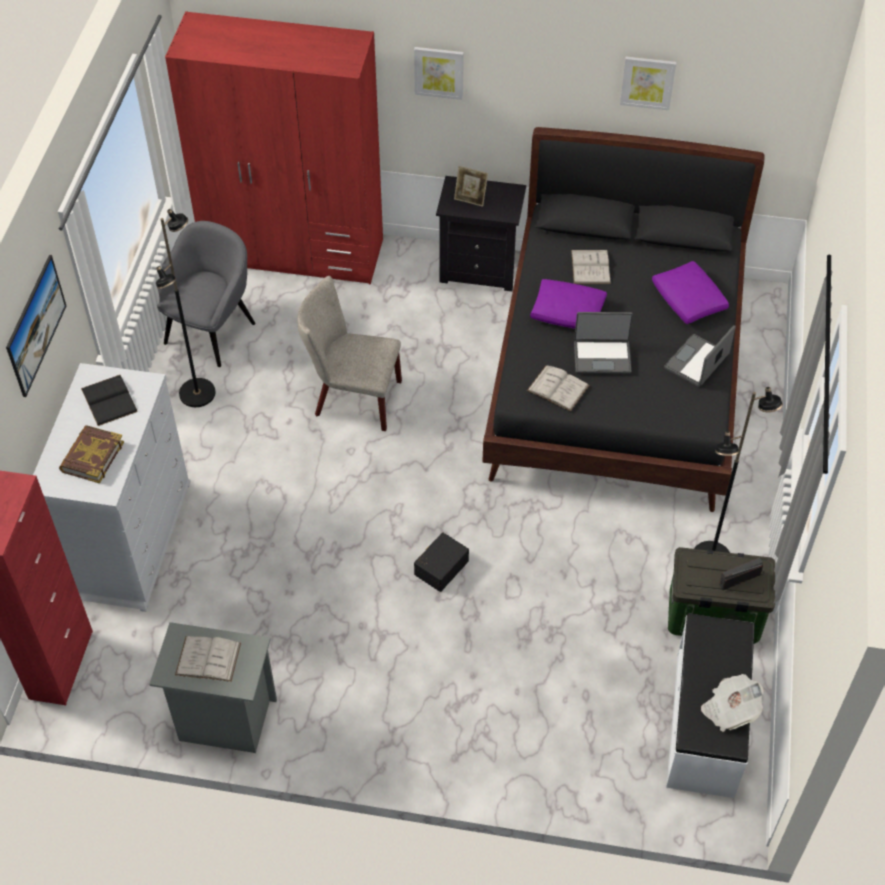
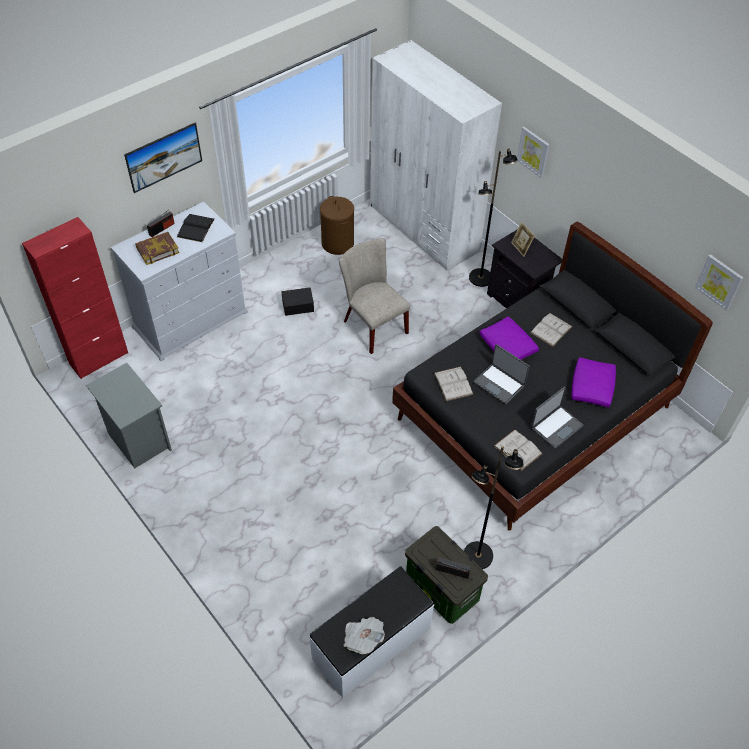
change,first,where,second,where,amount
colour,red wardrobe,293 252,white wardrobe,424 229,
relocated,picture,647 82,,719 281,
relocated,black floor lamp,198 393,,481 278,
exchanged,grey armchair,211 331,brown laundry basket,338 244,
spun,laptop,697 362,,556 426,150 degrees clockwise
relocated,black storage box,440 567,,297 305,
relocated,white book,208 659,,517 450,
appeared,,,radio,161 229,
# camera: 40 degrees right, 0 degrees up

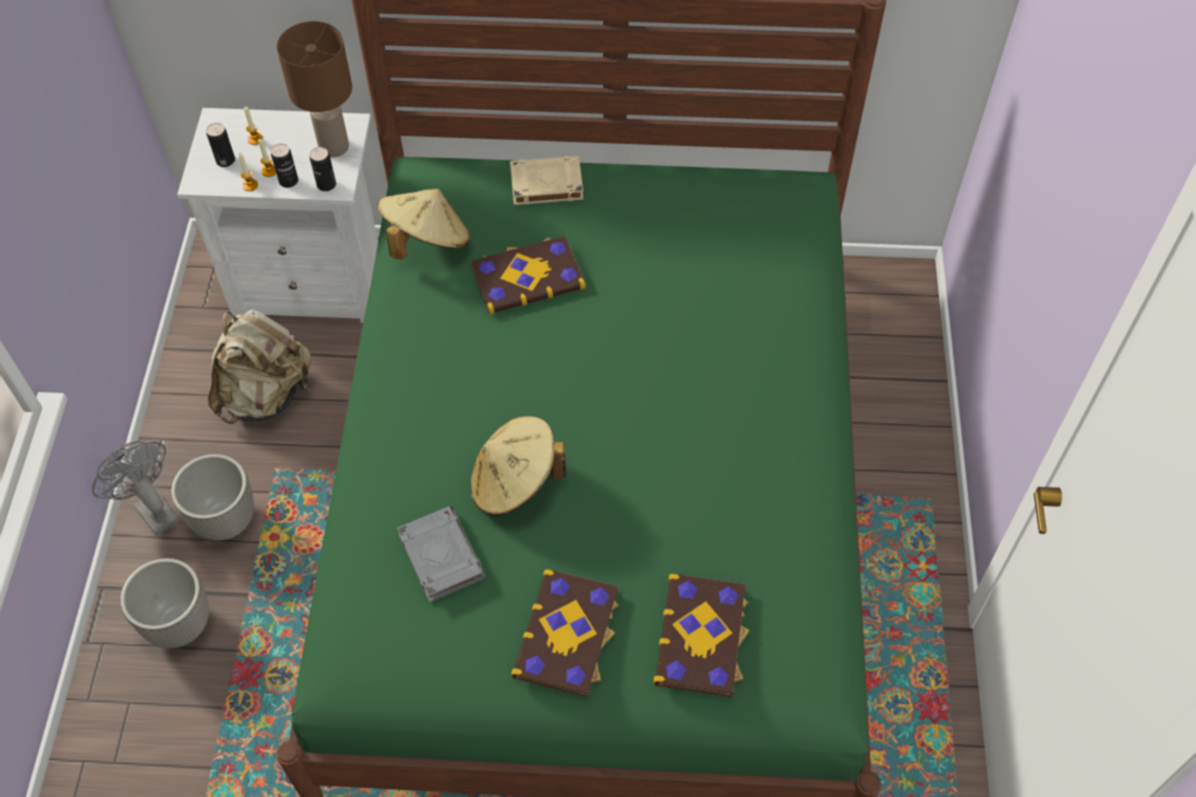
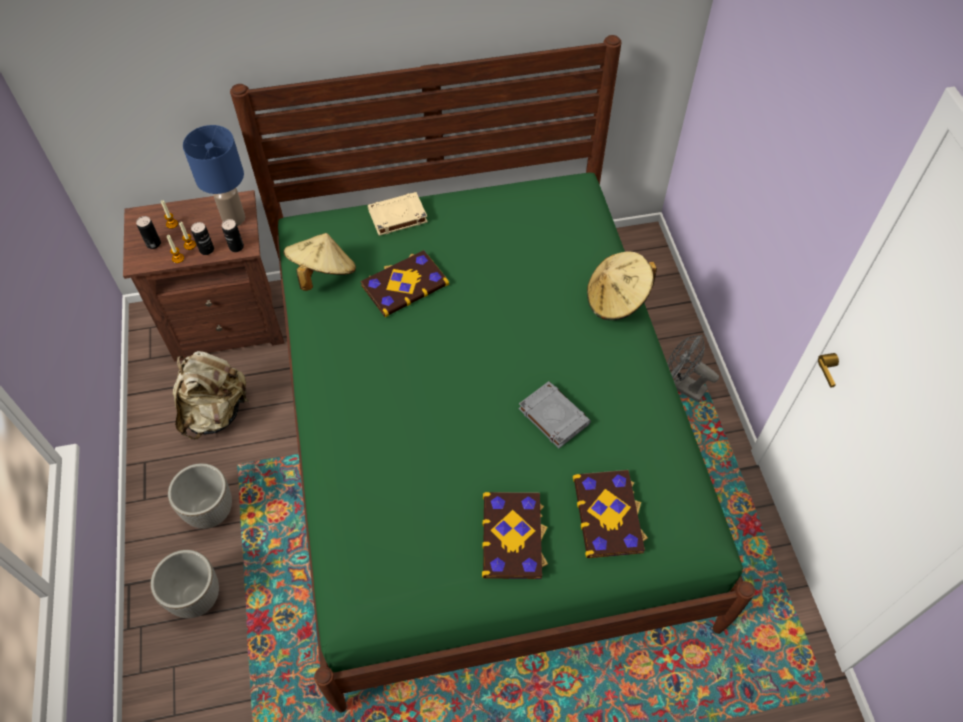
change,first,where,second,where,amount
colour,brown table lamp,334 147,blue table lamp,234 219,
colour,white nightstand,314 281,brown nightstand,229 323,
relocated,beige hat,515 483,,617 300,
relocated,grey fan,151 508,,682 386,
relocated,grey book,440 556,,553 416,
# camera: 15 degrees left, 0 degrees up

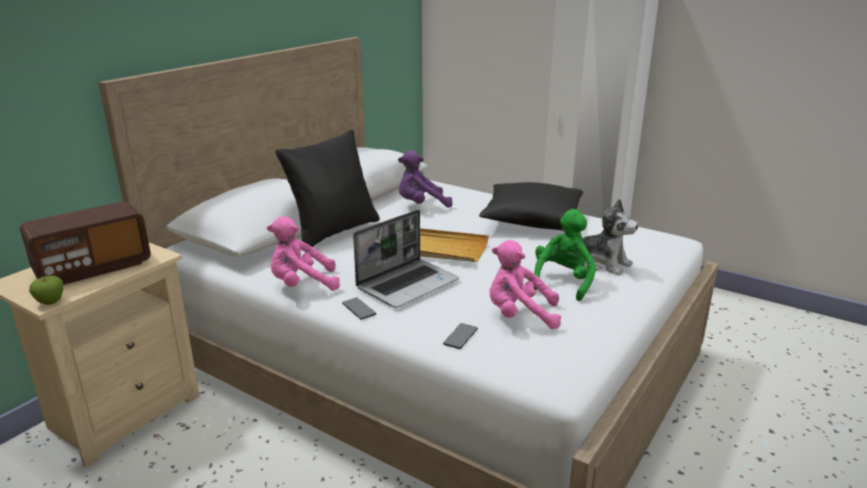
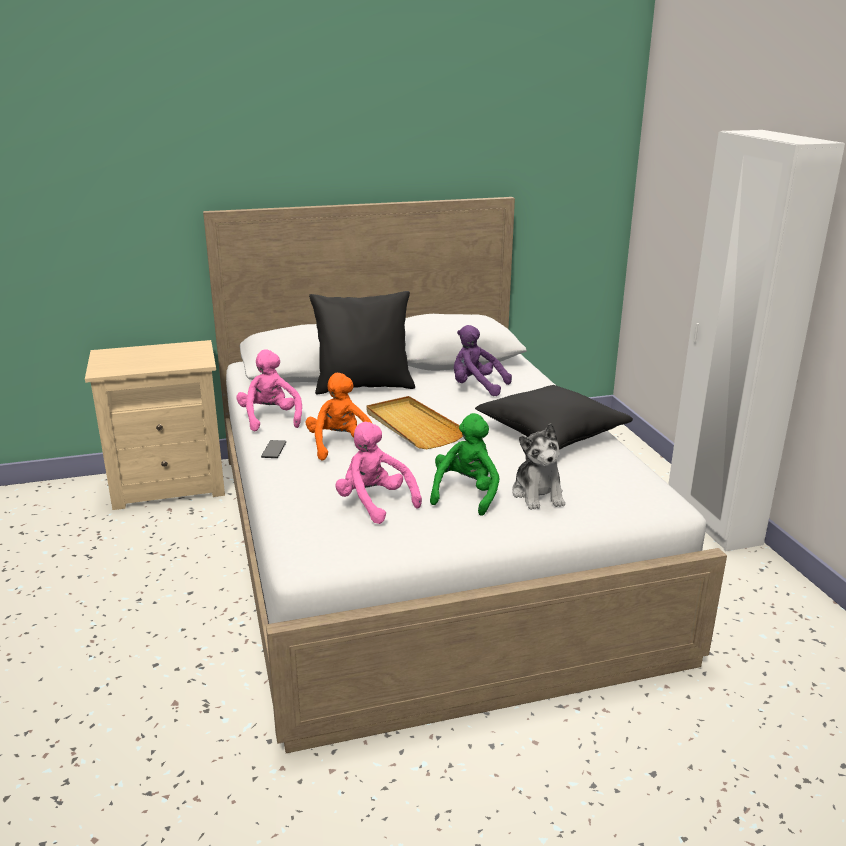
change,first,where,second,where,amount
missing,radio,93 268,,,
spun,green plush toy,563 282,,466 494,45 degrees counterclockwise
exchanged,laptop,408 284,orange plush toy,340 446,
spun,pink plush toy,302 285,,270 418,45 degrees clockwise
missing,apple,50 302,,,
missing,phone,460 337,,,
# camera: 40 degrees right, 0 degrees up

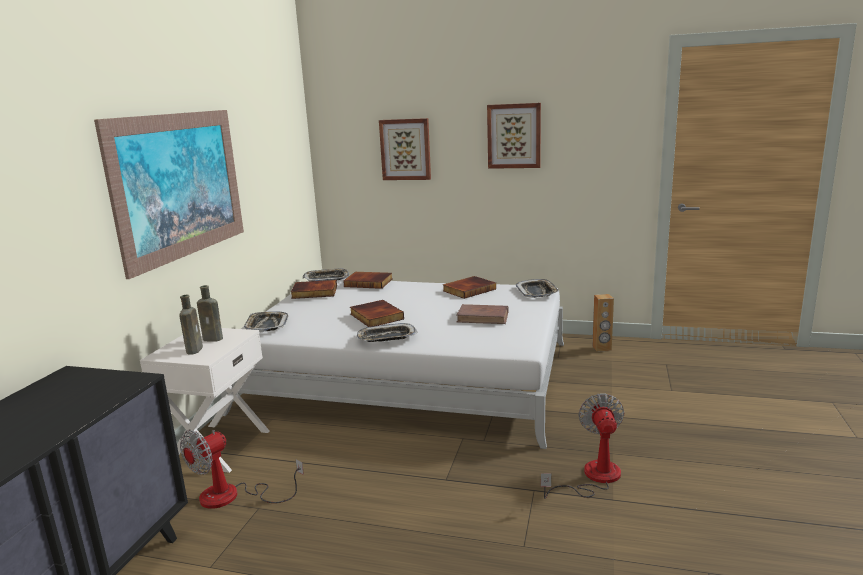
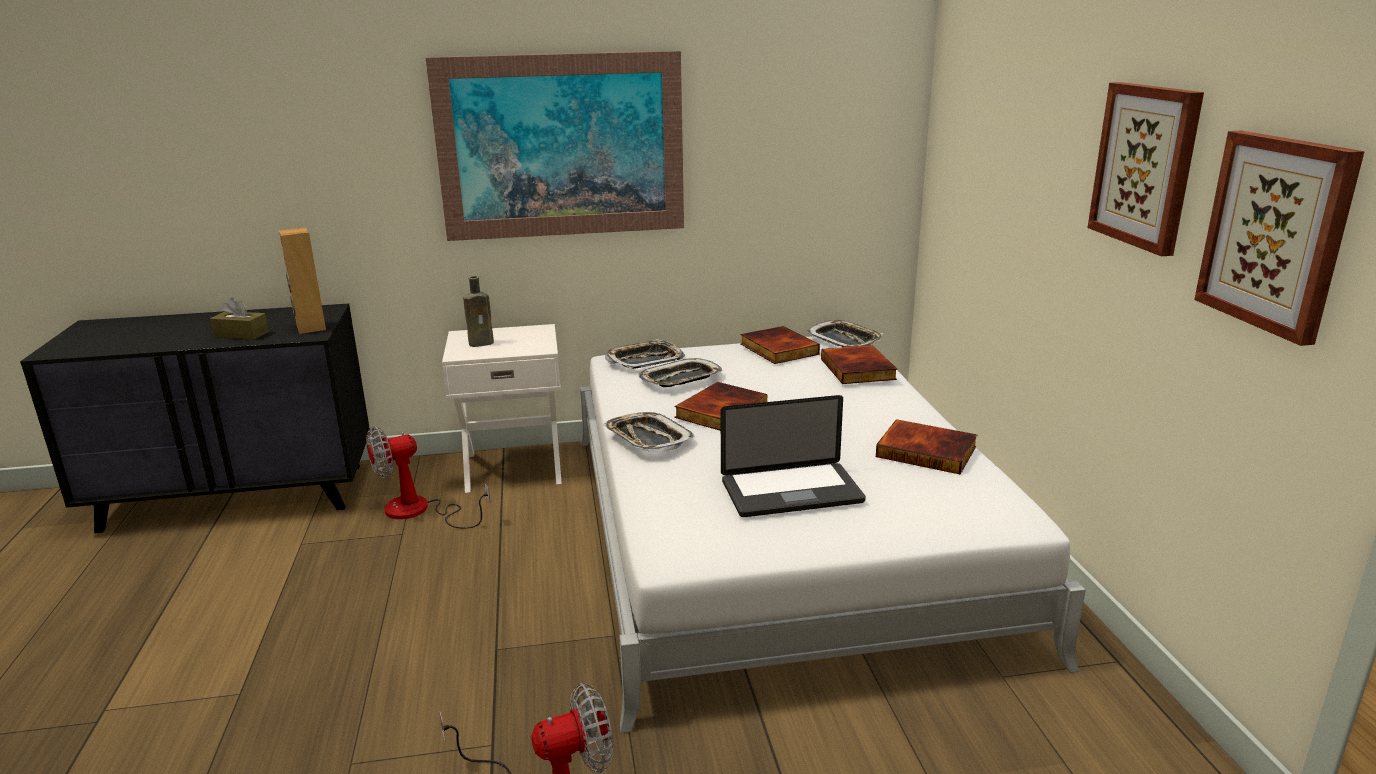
change,first,where,second,where,amount
relocated,picture,405 149,,1276 233,
relocated,tray,537 292,,680 379,
missing,brown bottle,214 339,,,
relocated,brown speaker,602 348,,310 328,
exchanged,brown book,483 317,laptop,791 492,
spun,fan,232 496,,420 511,45 degrees counterclockwise
appeared,,,brown tissue box,241 334,
# camera: 65 degrees right, 5 degrees up

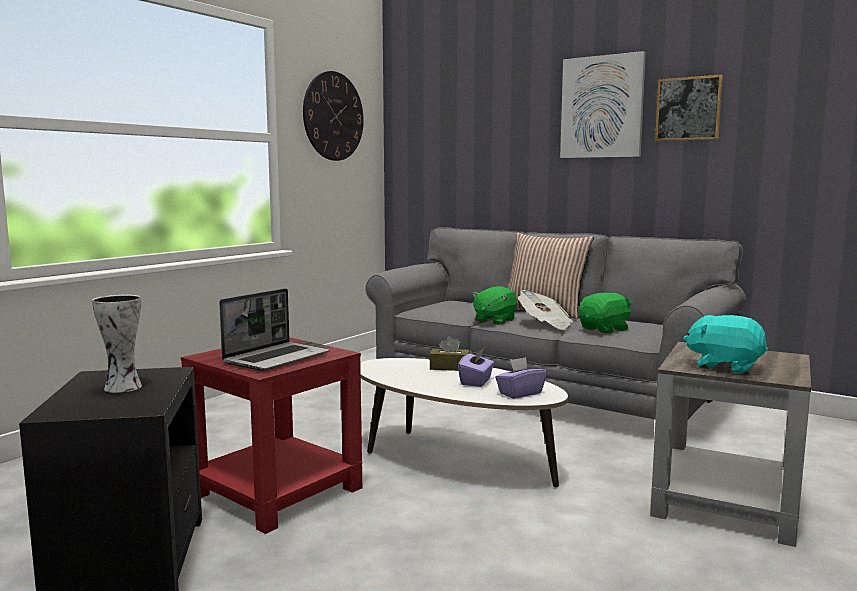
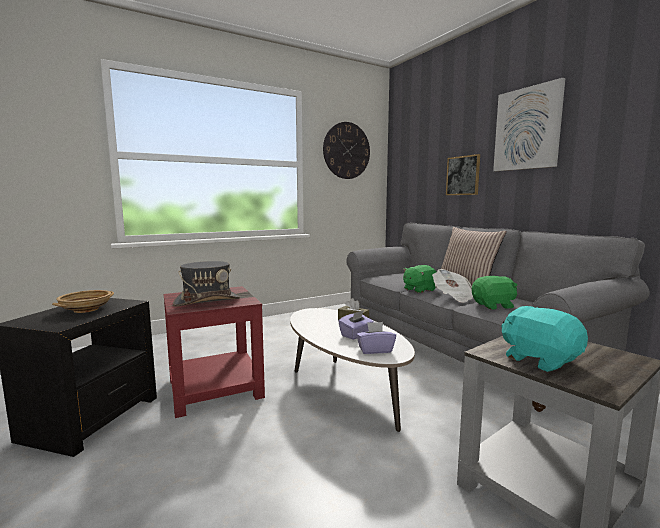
change,first,where,second,where,amount
relocated,picture,688 109,,463 175,
exchanged,laptop,277 358,grey hat,207 301,
exchanged,vase,123 387,beige bowl,85 310,
# camera: 25 degrees right, 0 degrees up

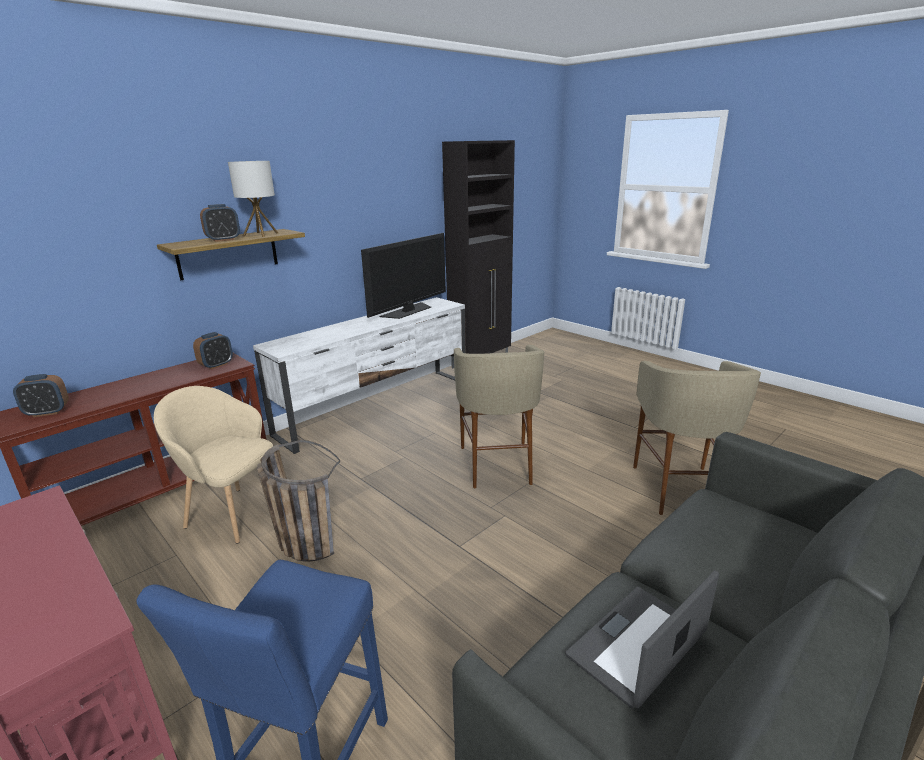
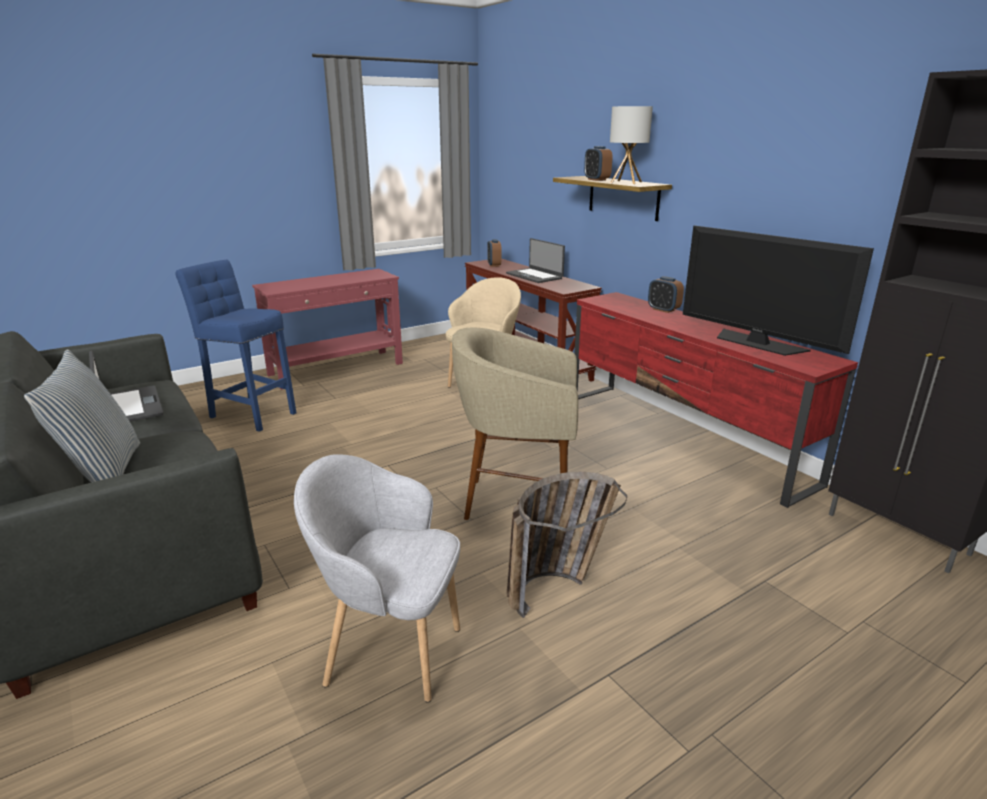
change,first,where,second,where,amount
colour,white tv stand,378 406,red tv stand,682 437,
relocated,alarm clock,216 365,,663 310,
exchanged,beige stool,679 490,grey armchair,390 651,
relocated,basket,299 539,,557 586,
appeared,,,laptop,534 276,
appeared,,,pillow,103 474,
# camera: 100 degrees right, 0 degrees up

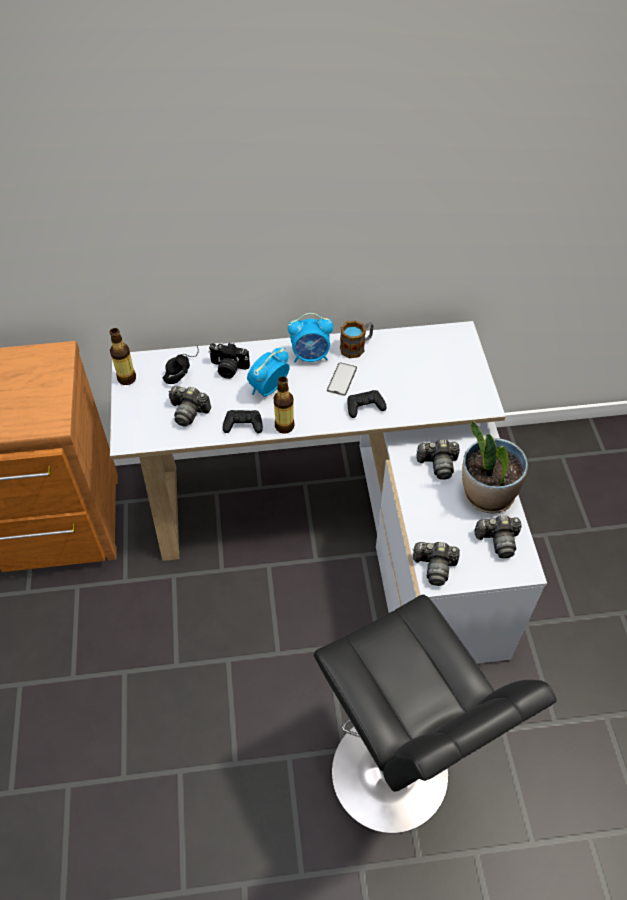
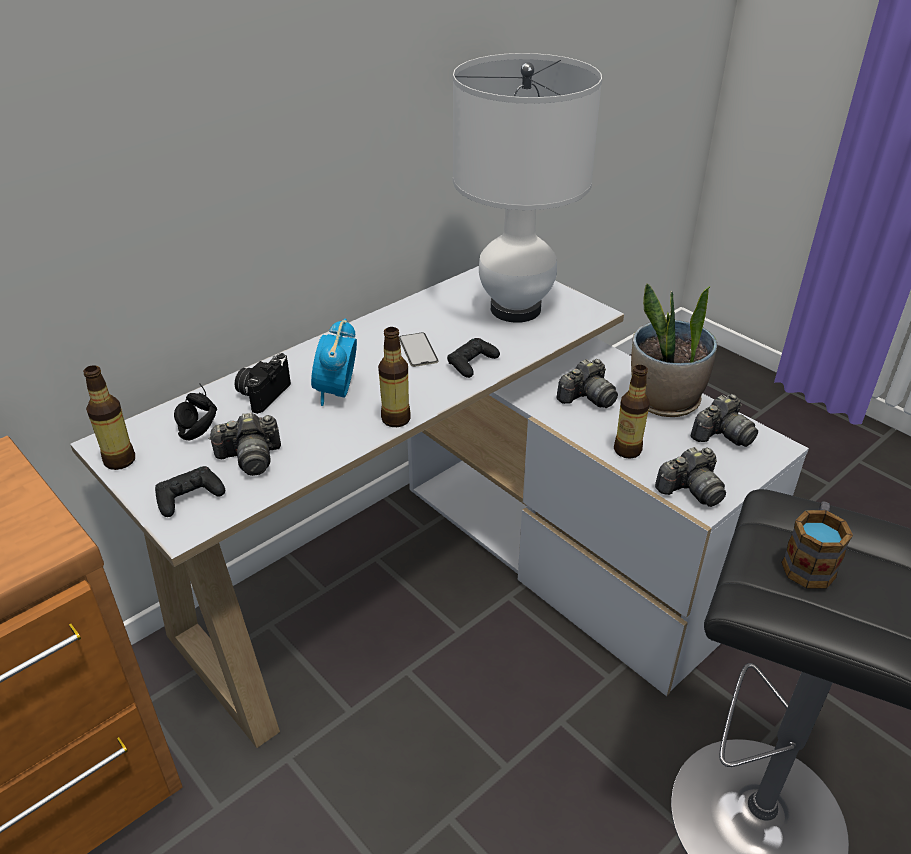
change,first,where,second,where,amount
missing,alarm clock,310 356,,,
relocated,mug,356 347,,809 561,
spun,photo camera,228 368,,263 394,135 degrees clockwise
relocated,black game controller,243 425,,189 497,
appeared,,,white table lamp,515 309,
appeared,,,bottle,627 450,
# camera: 35 degrees left, 15 degrees down

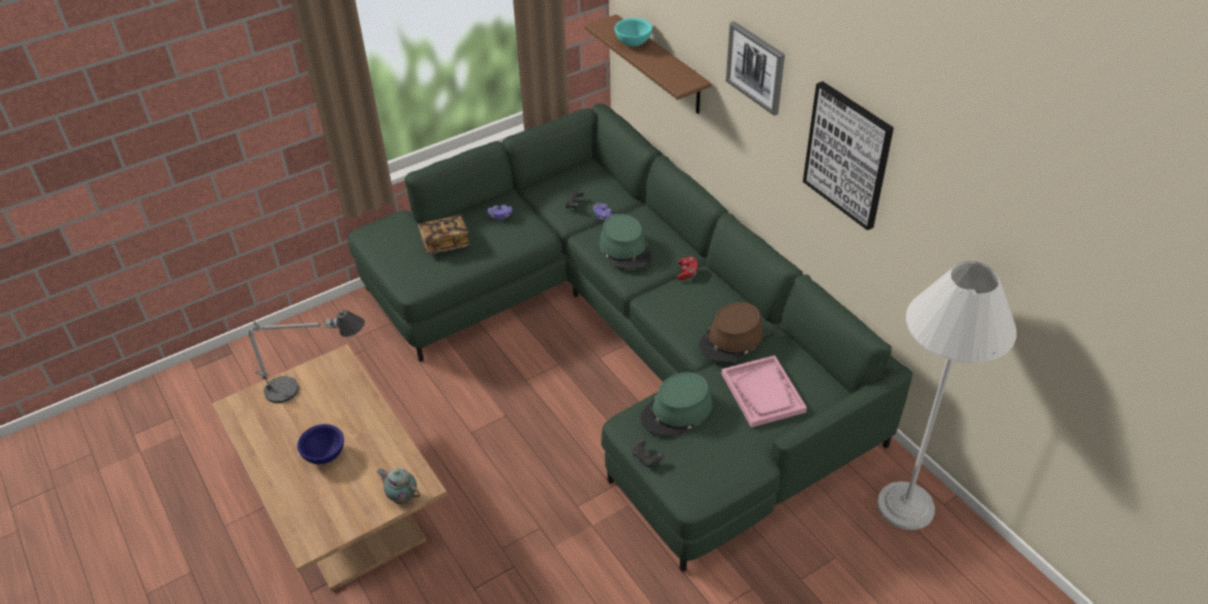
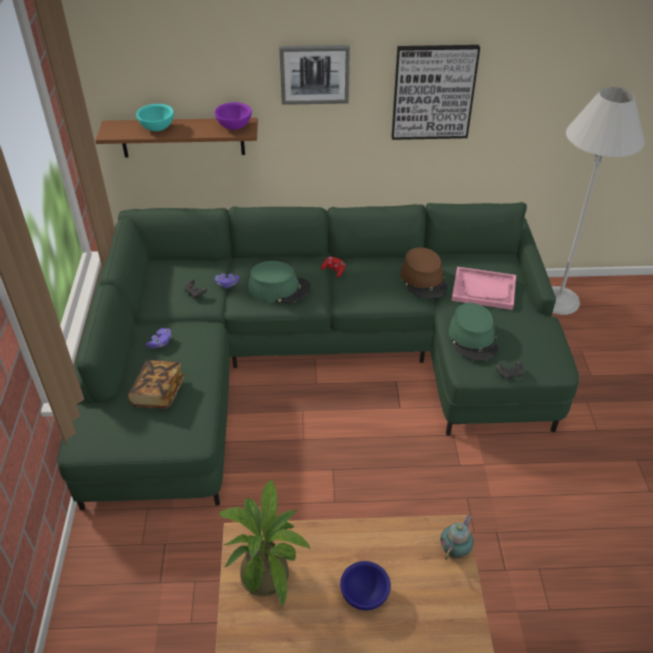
change,first,where,second,where,amount
exchanged,table lamp,317 388,potted plant,267 570,
spun,teapot,402 497,,455 550,150 degrees clockwise
appeared,,,purple bowl,235 127,
# camera: 60 degrees left, 0 degrees up

